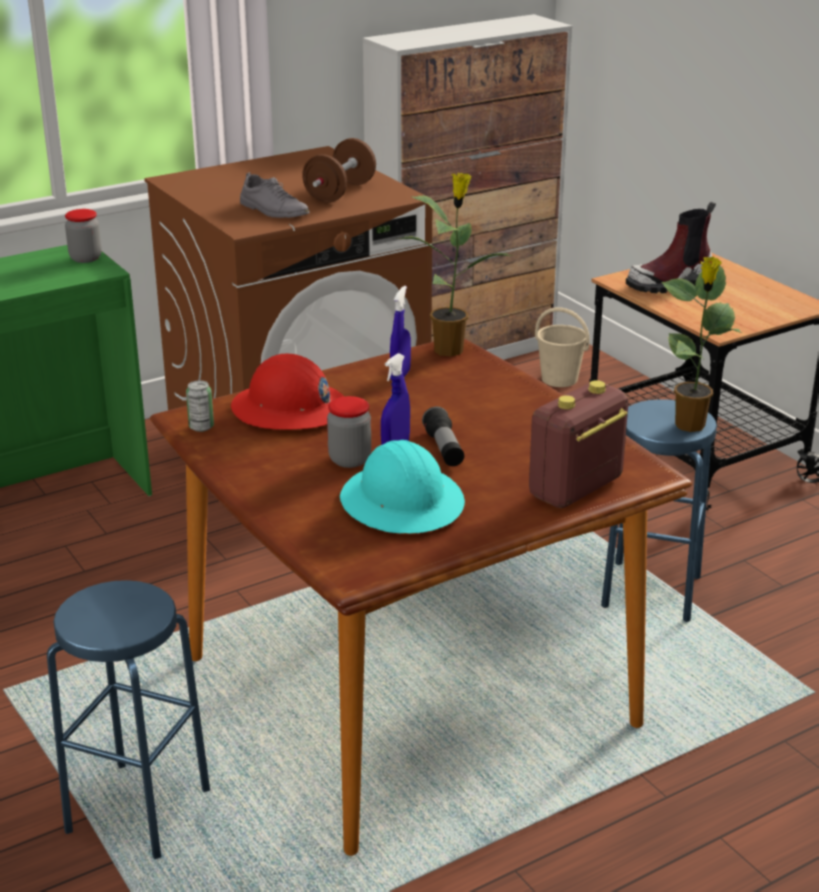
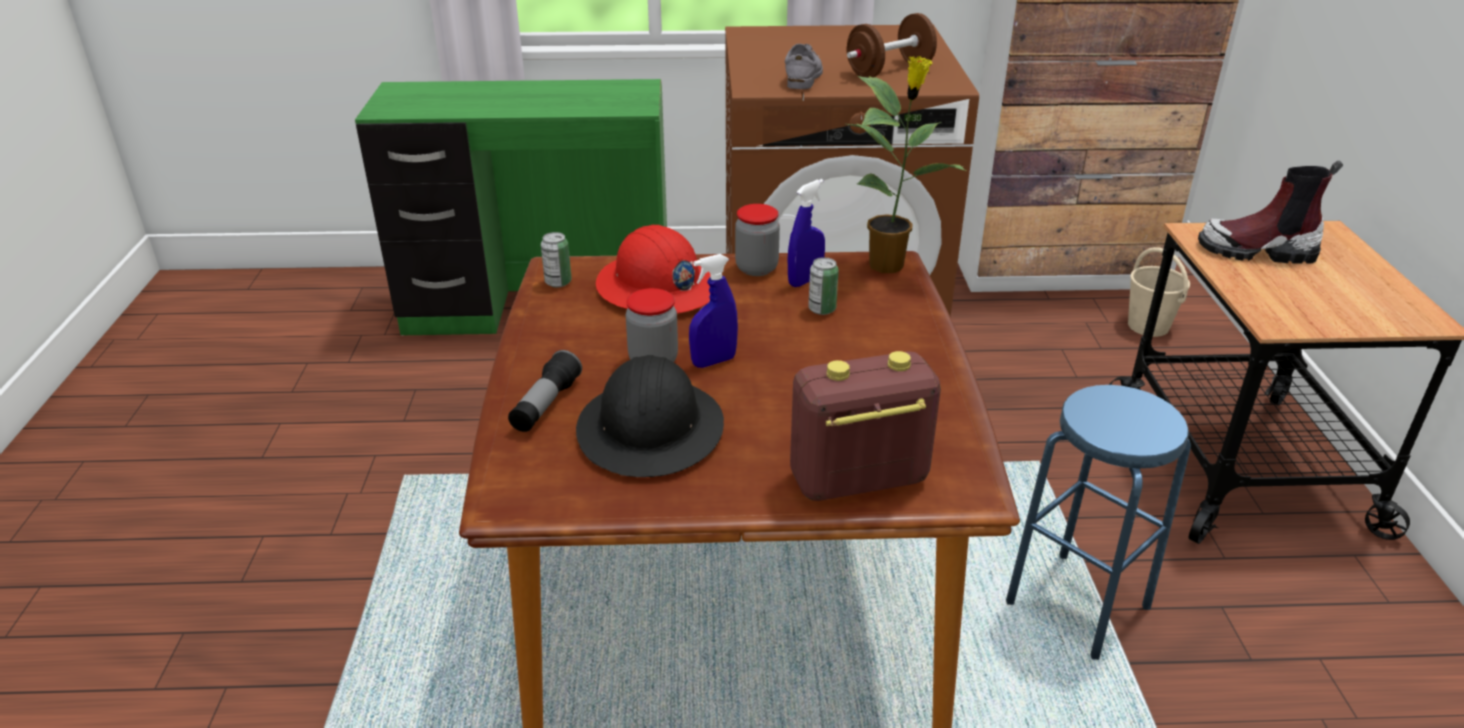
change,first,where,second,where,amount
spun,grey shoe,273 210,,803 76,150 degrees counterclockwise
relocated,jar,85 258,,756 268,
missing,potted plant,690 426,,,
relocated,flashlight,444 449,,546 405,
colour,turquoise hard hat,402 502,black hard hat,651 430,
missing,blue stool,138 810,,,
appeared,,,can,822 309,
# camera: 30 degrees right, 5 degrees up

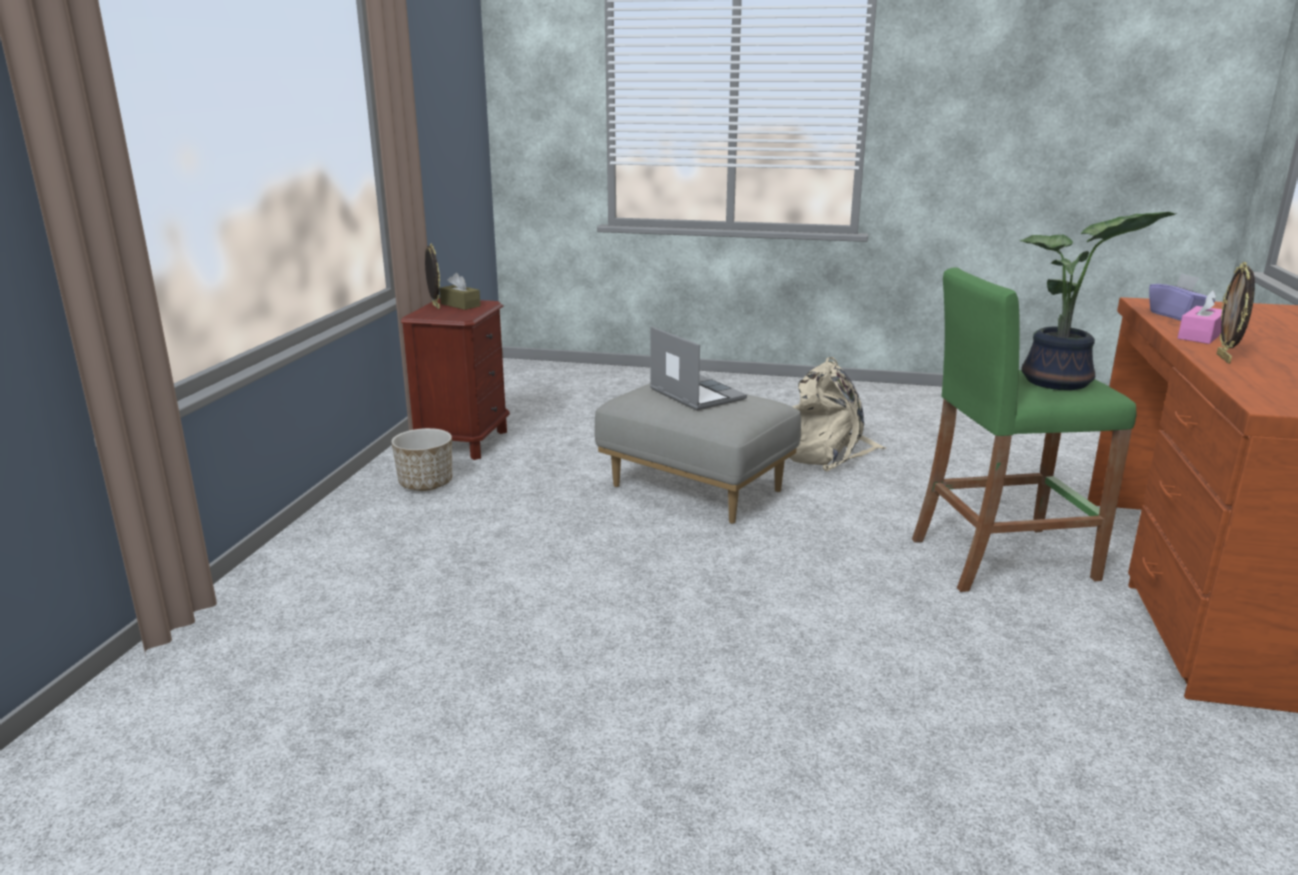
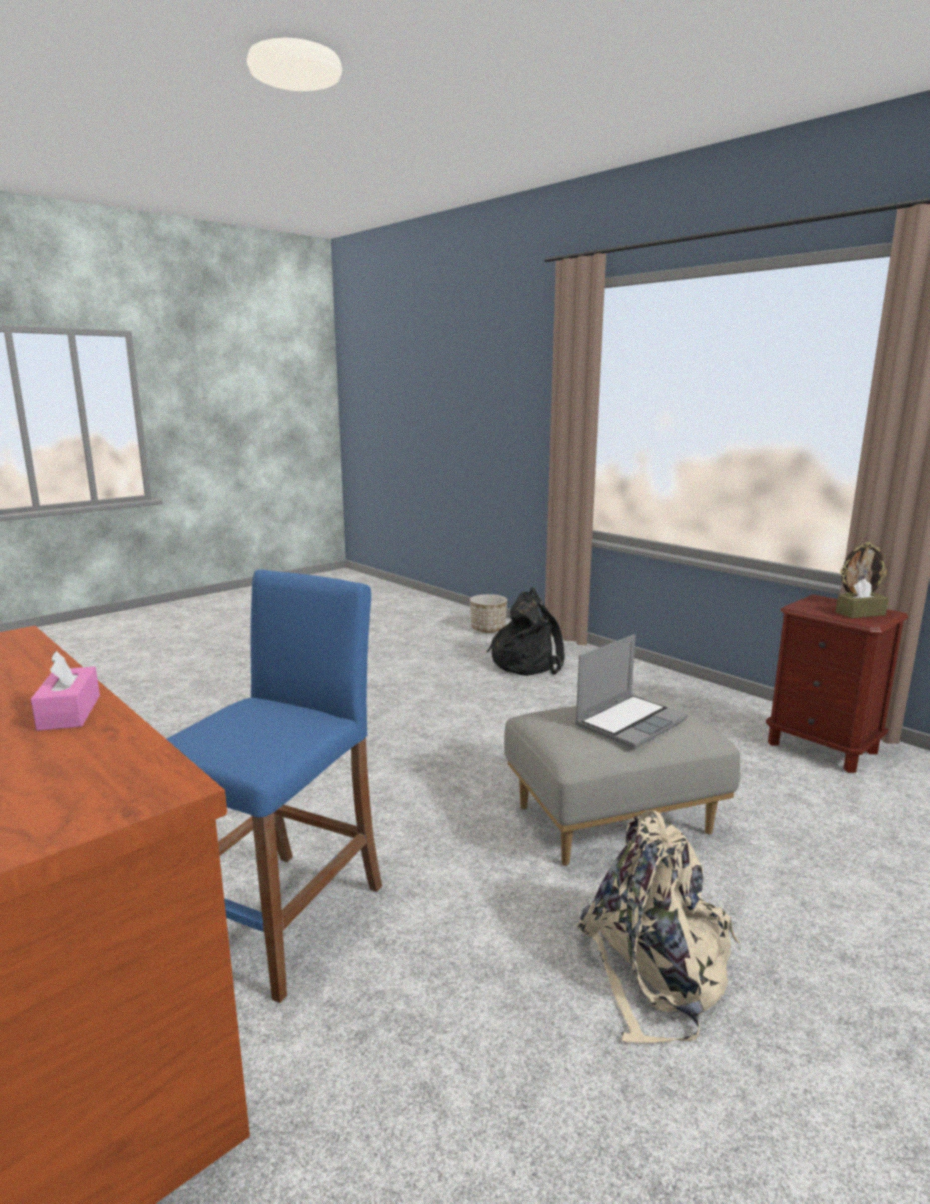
change,first,where,second,where,amount
missing,potted plant,1060 383,,,
missing,picture frame,1225 358,,,
colour,green stool,1001 558,blue stool,284 918,
missing,purple tissue box,1177 316,,,
spun,laptop,695 394,,630 722,45 degrees counterclockwise
relocated,planter,426 483,,488 629,
appeared,,,black backpack,527 663,
# camera: 125 degrees right, 5 degrees down

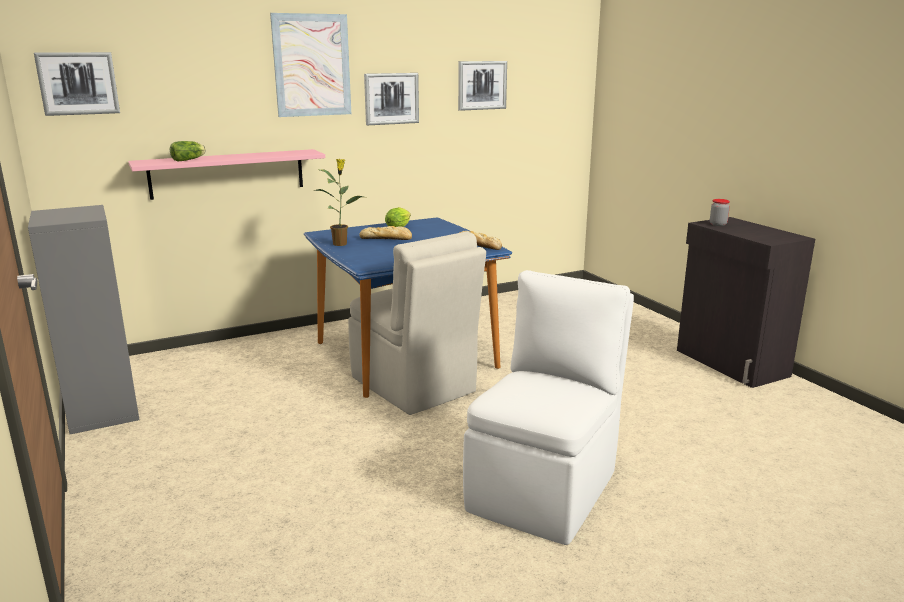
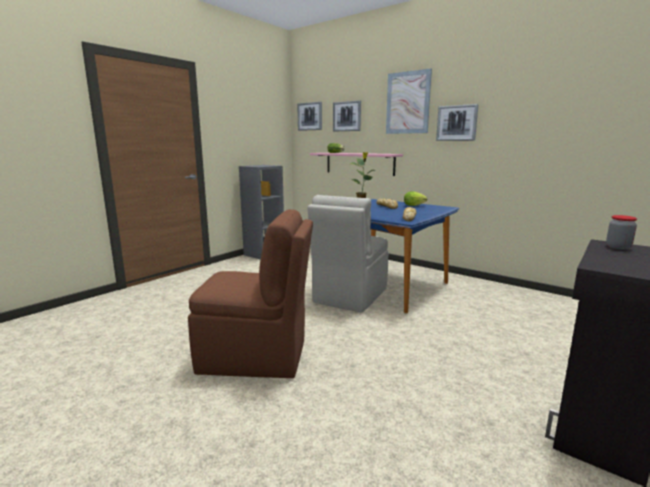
change,first,where,second,where,amount
relocated,picture,481 85,,347 116,
colour,white chair,545 489,brown chair,256 356,
# camera: 65 degrees right, 5 degrees down

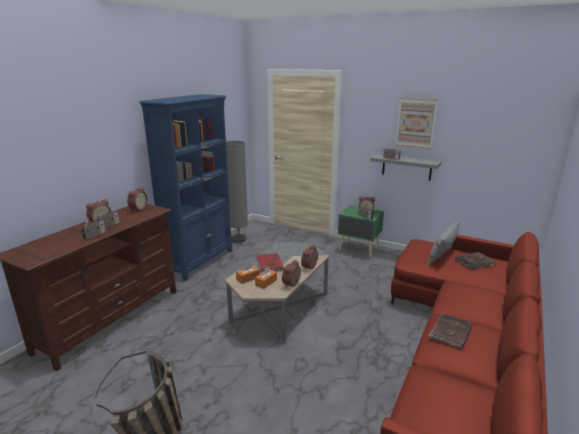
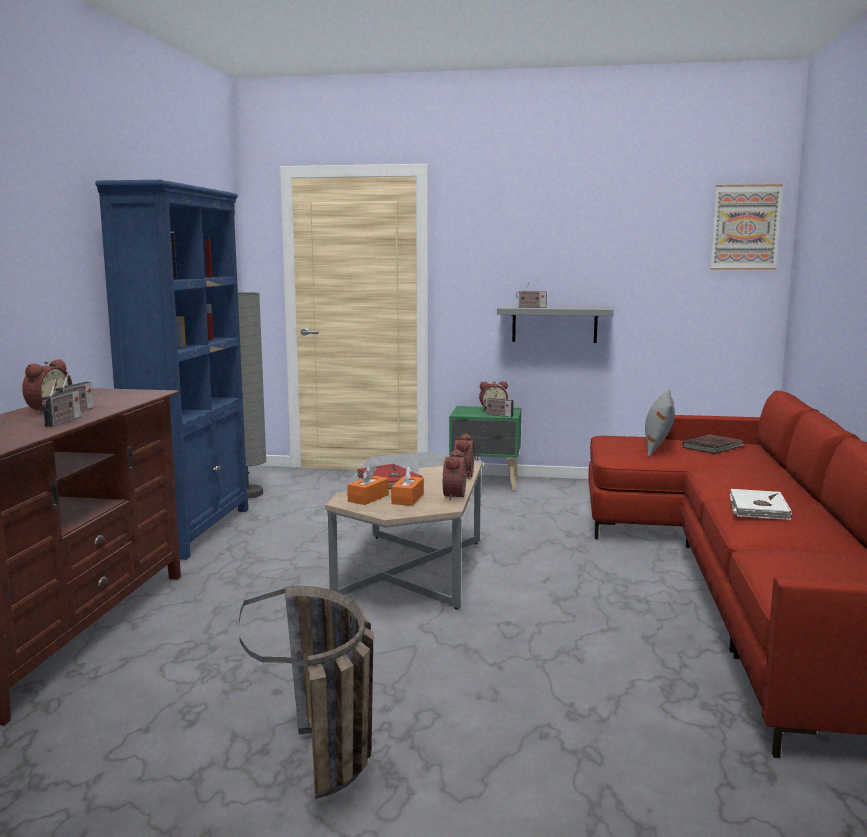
change,first,where,second,where,amount
relocated,picture,416 123,,745 227,
missing,alarm clock,137 209,,,
colour,brown book,450 332,white book,757 508,
# camera: 20 degrees left, 10 degrees down

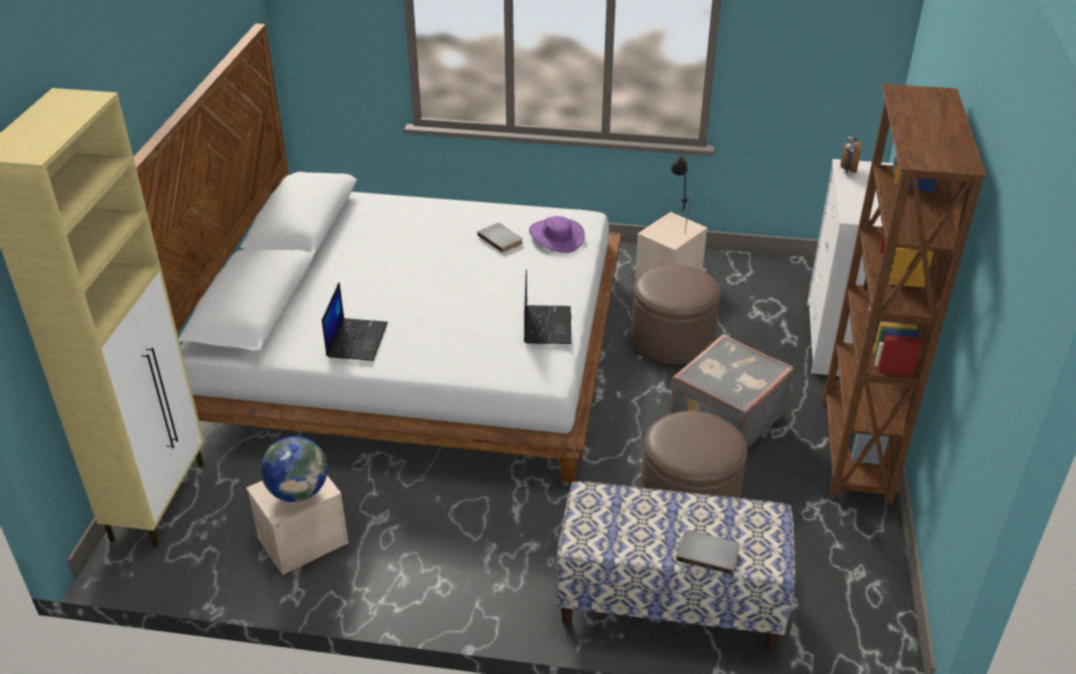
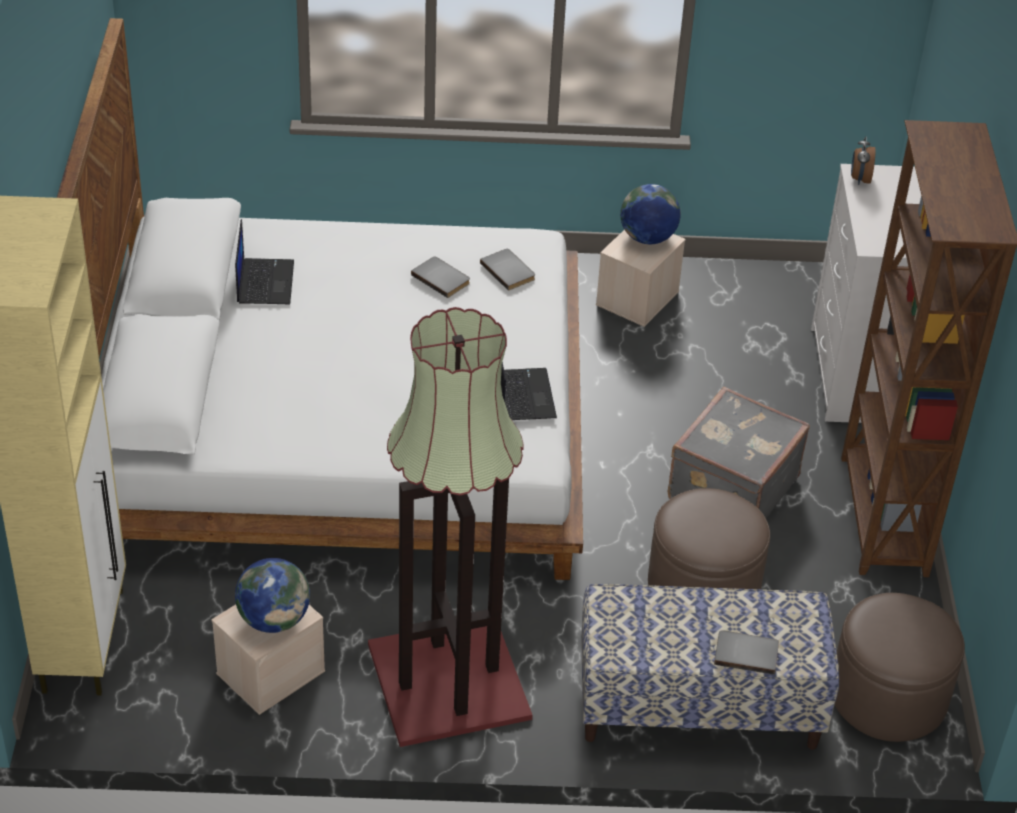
change,first,where,second,where,amount
exchanged,black table lamp,677 225,globe,647 238,
exchanged,purple hat,556 236,grey book,509 271,
relocated,brown ottoman,672 339,,888 696,
relocated,laptop,356 339,,264 282,
appeared,,,floor lamp,451 682,
# camera: 10 degrees left, 5 degrees up

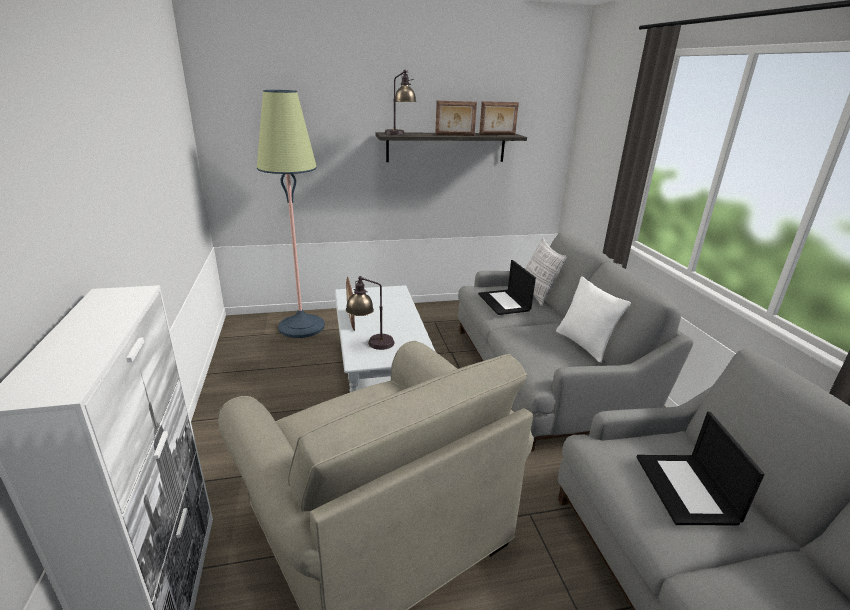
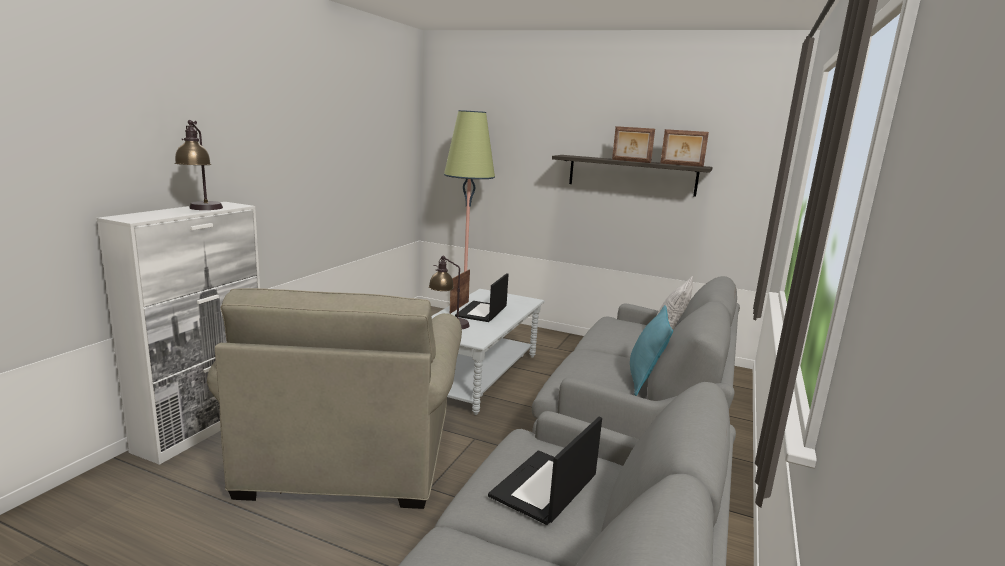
change,first,where,second,where,amount
relocated,table lamp,399 134,,202 209,
relocated,laptop,504 302,,482 312,
colour,white pillow,584 345,turquoise pillow,644 380,
# camera: 35 degrees right, 10 degrees down

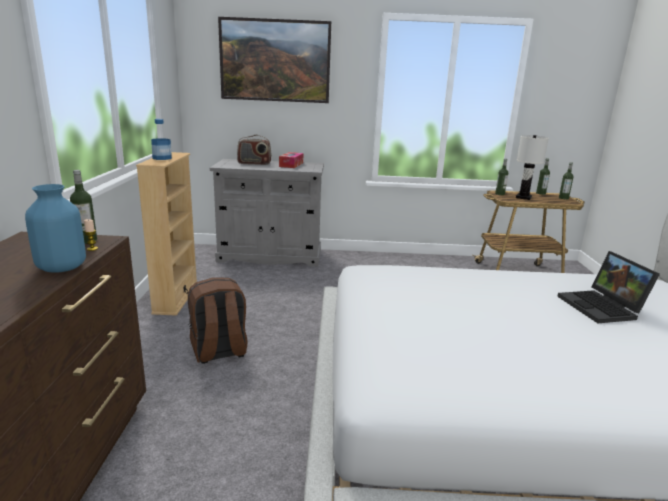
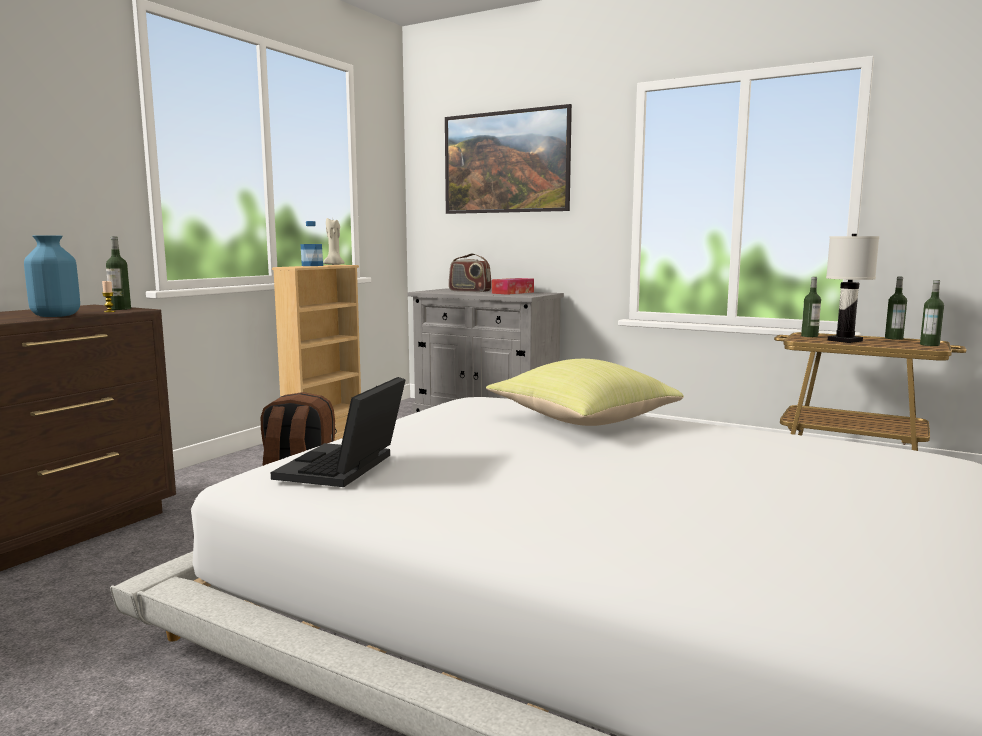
change,first,where,second,where,amount
relocated,laptop,602 308,,343 469,
appeared,,,beige candle,334 265,
appeared,,,yellow pillow,579 421,
# camera: 30 degrees right, 10 degrees down

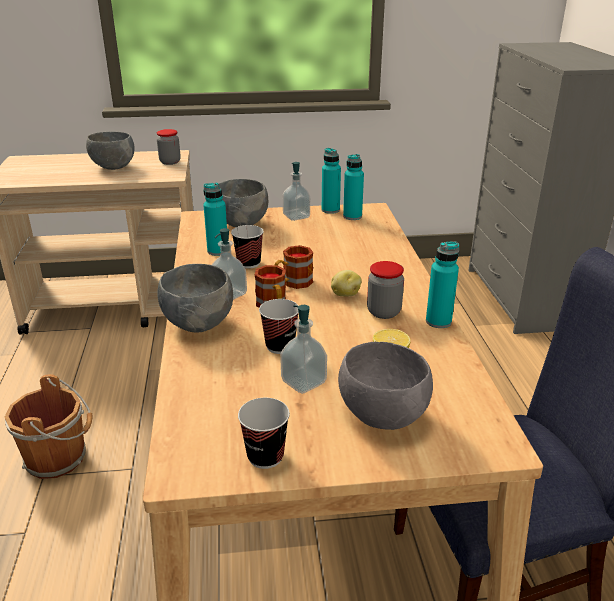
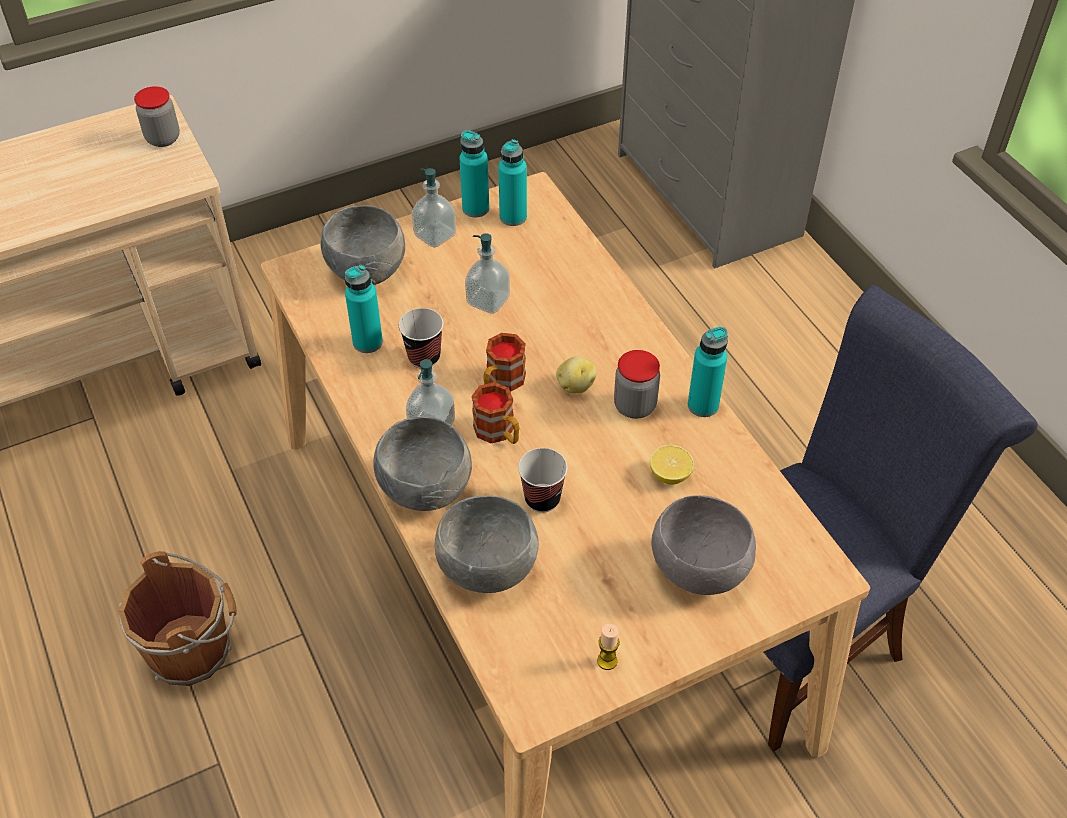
change,first,where,second,where,amount
relocated,grey bowl,113 167,,488 571,
relocated,soap dispenser,303 382,,488 301,
exchanged,cup,265 456,candle,607 661,
# camera: 20 degrees left, 20 degrees up

